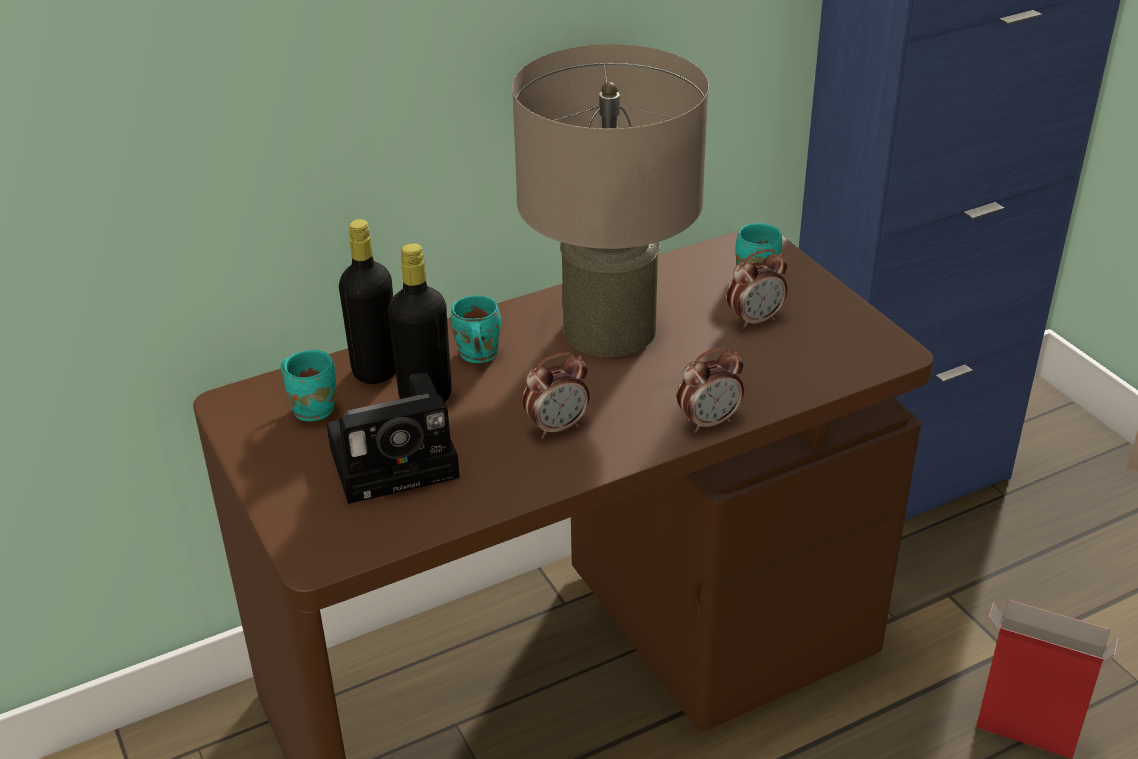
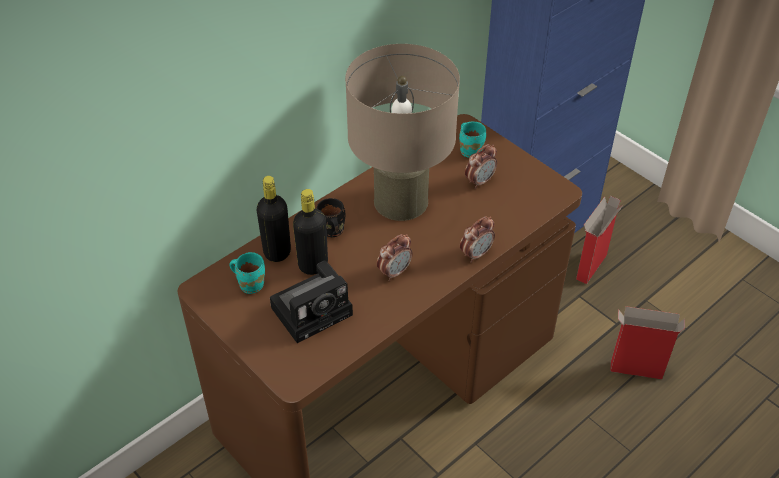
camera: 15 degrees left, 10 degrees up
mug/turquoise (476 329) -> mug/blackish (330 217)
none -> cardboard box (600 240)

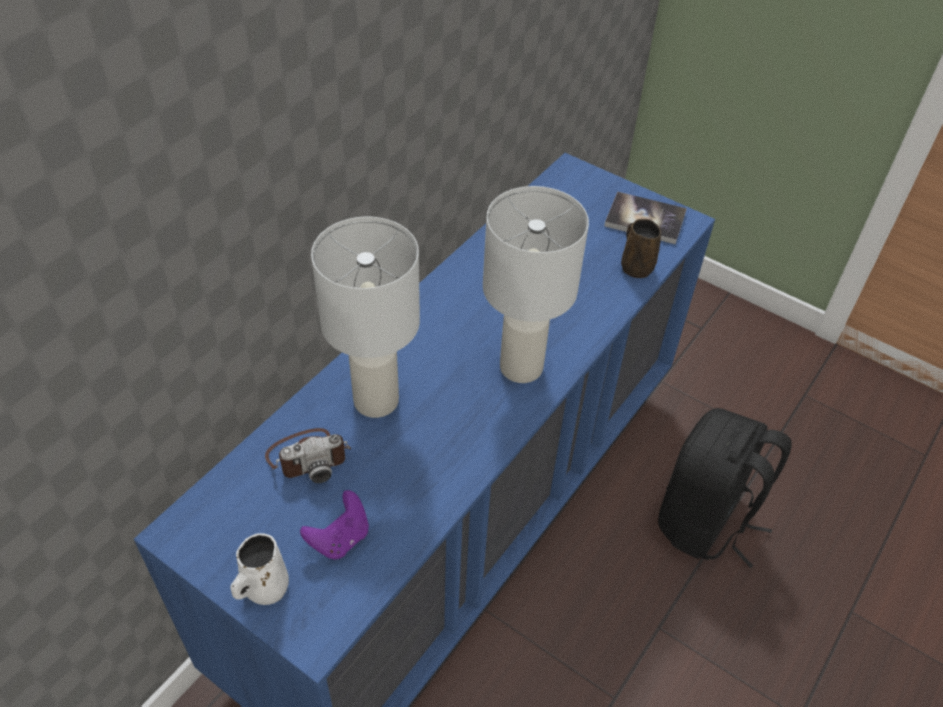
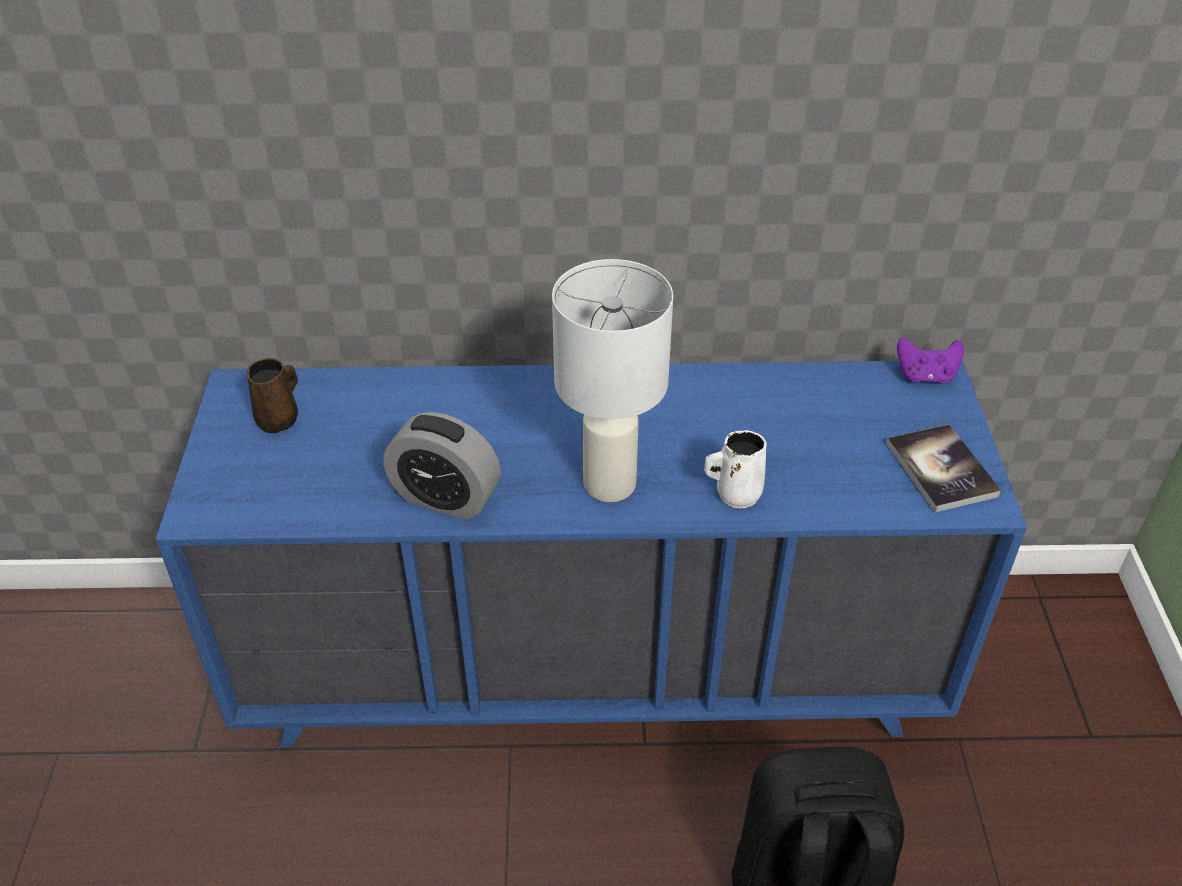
camera: 55 degrees right, 5 degrees down
mug/whitish (259 569) -> mug/whitish (735 469), relocated
still camera (308 455) -> none
game controller/purple (334 525) -> game controller/purple (930 360), relocated
tabletop lamp/whitish (365 317) -> none
mug/brown-coloured (641 248) -> mug/brown-coloured (272 395), relocated
none -> table clock (442 466)

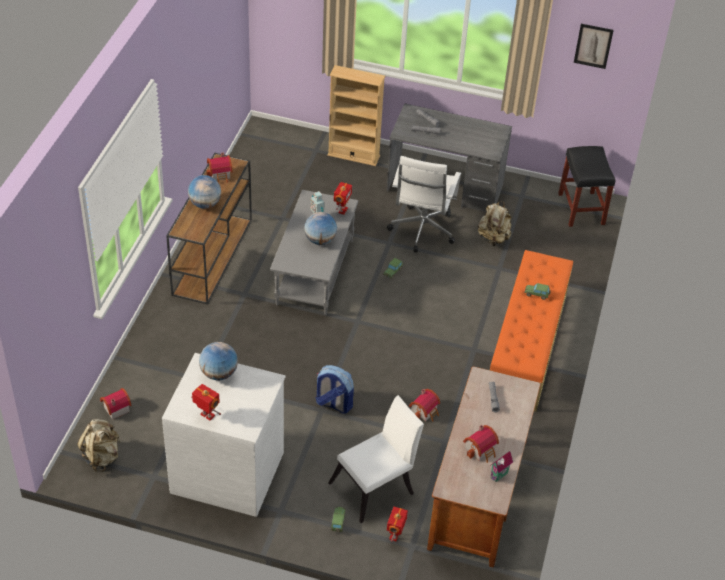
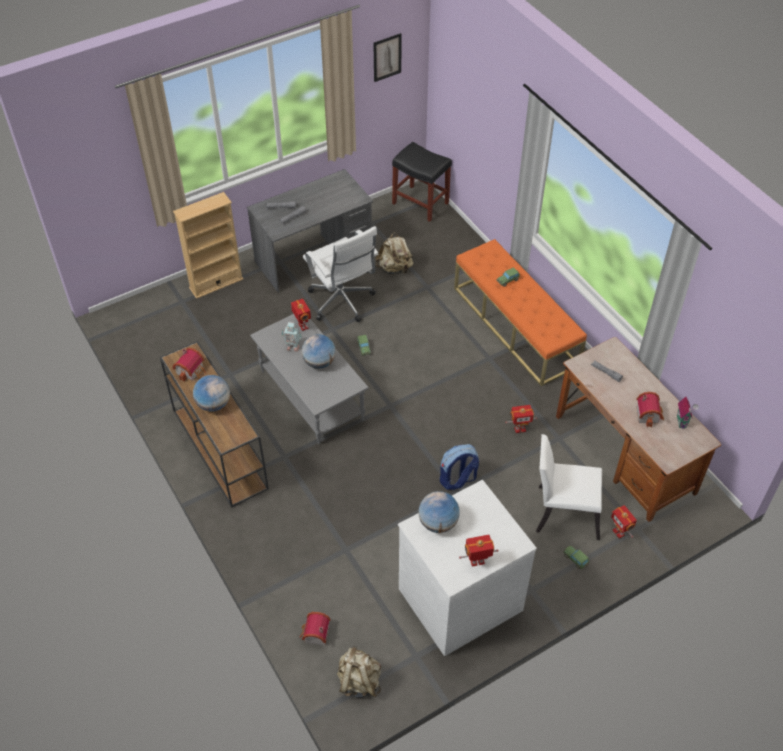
camera: 45 degrees left, 5 degrees up
plain chair/whitish (376 459) -> plain chair/whitish (569 487), 90 degrees counterclockwise
miniature house (424 405) -> robot figure (521 419)

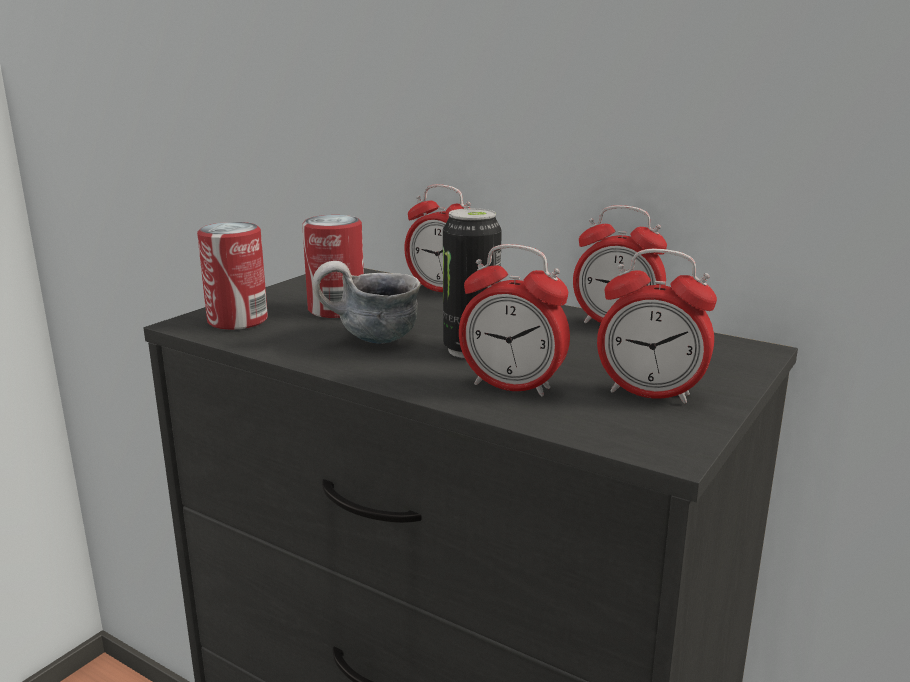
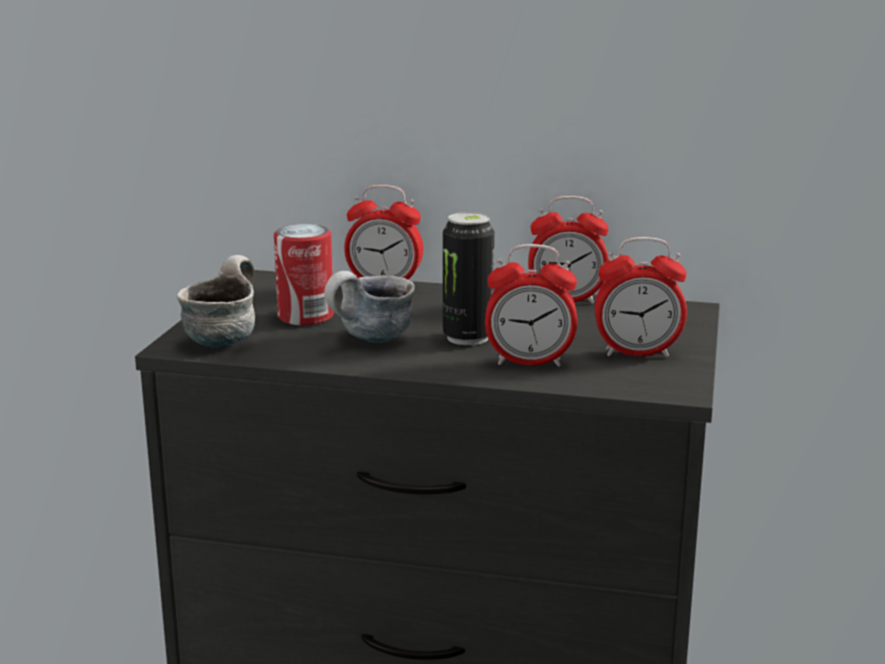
camera: 20 degrees left, 0 degrees up
can (232 276) -> mug (216 301)

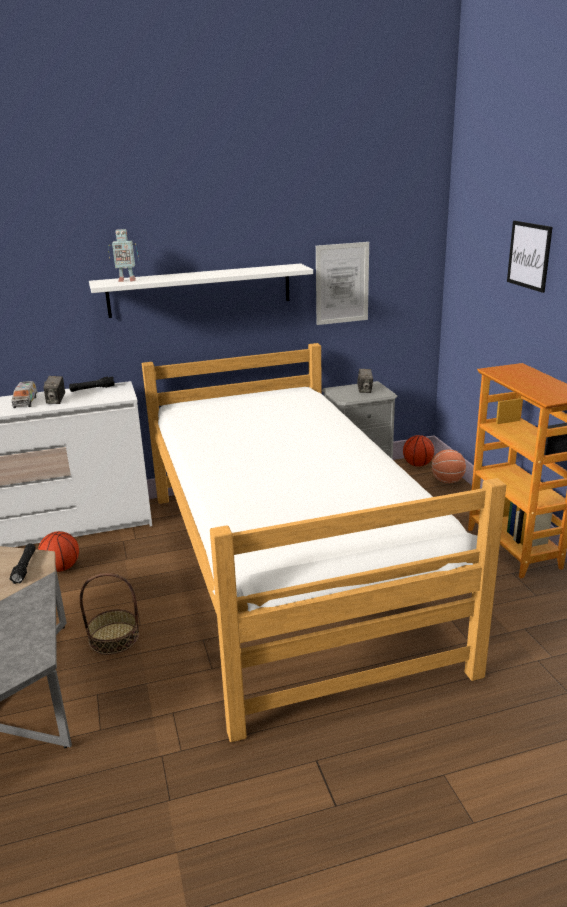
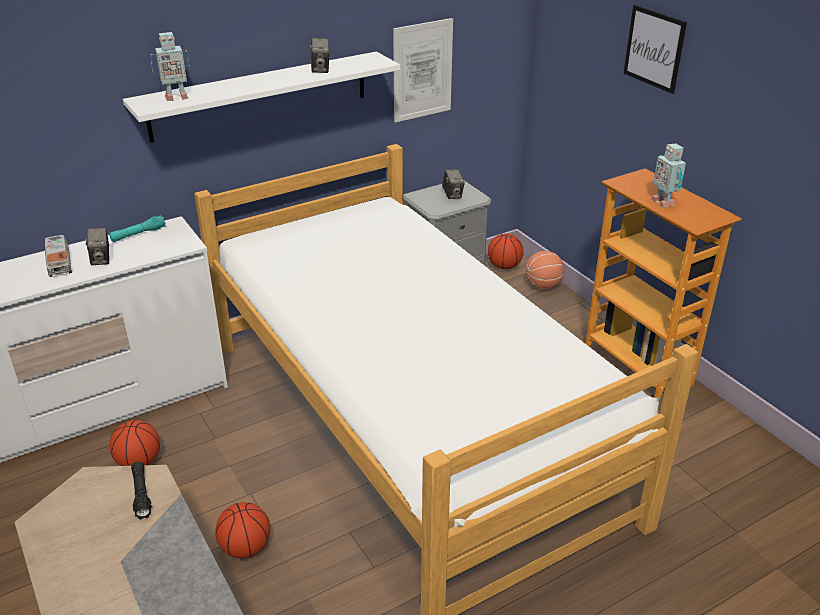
camera: 15 degrees left, 10 degrees up
hand torch/blackish (92 384) -> hand torch/turquoise (137 228)
basket (109 614) -> ball for basketball (242 530)
none -> still camera (319 55)
none -> robot figure (668 175)

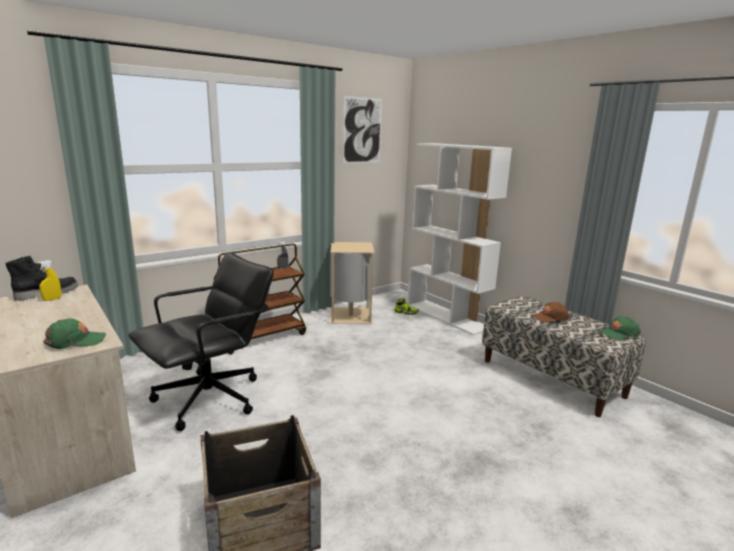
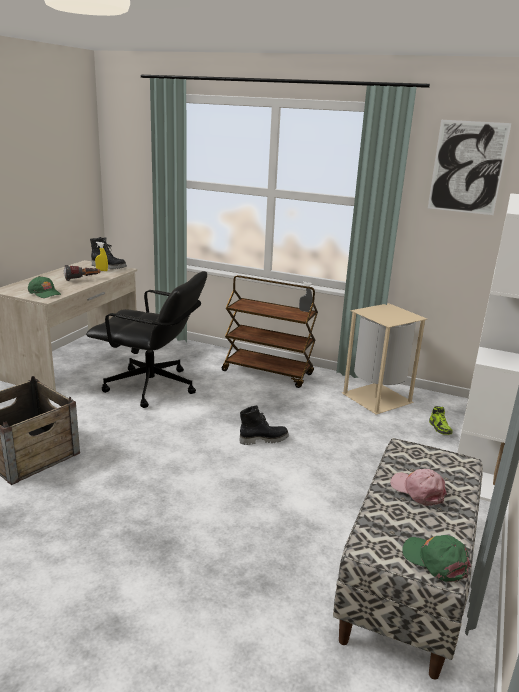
camera: 60 degrees right, 5 degrees up
peaked cap/brown-coloured (551 312) -> peaked cap/pinkish (418 487)
none -> hand torch (82 273)
none -> high-top boot/blackish (264 425)

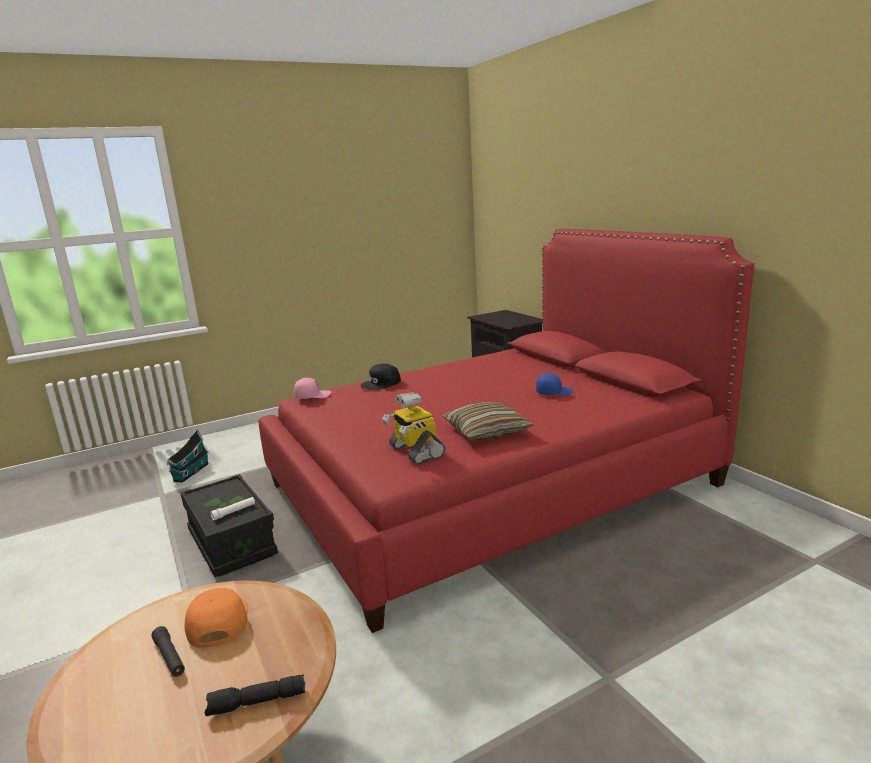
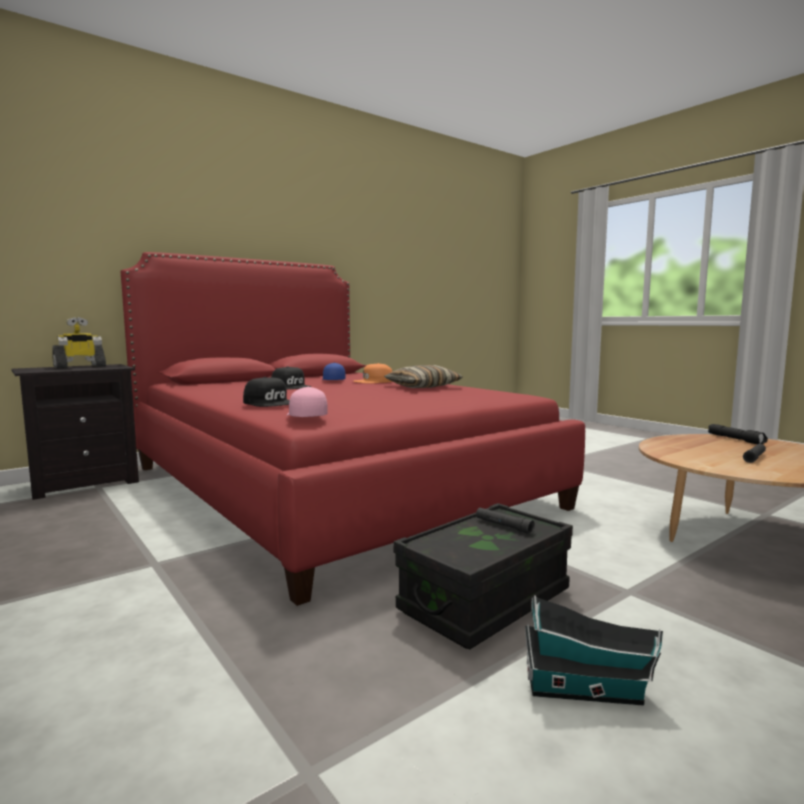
camera: 100 degrees left, 10 degrees down
miniature house (188 456) -> miniature house (594 650), relocated
peaked cap/orange (216 618) -> peaked cap/orange (373 373), relocated
hand torch/whitish (232 508) -> hand torch/blackish (505 521)
robot figure (413 428) -> robot figure (79 342), relocated
none -> peaked cap/blackish (291 377)

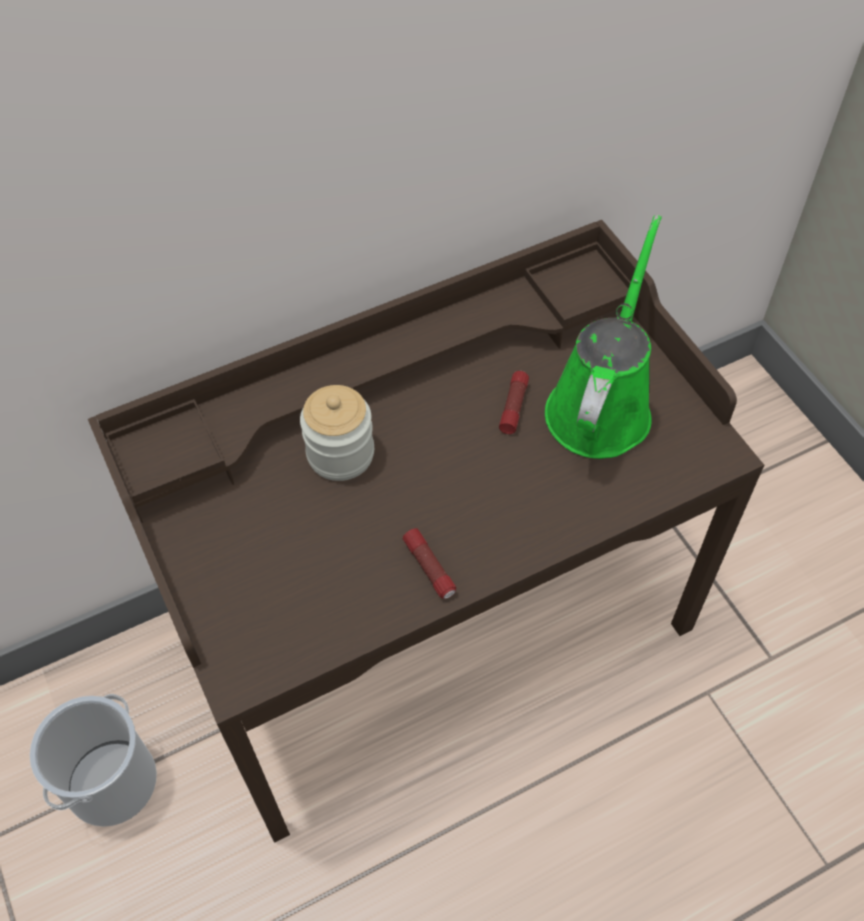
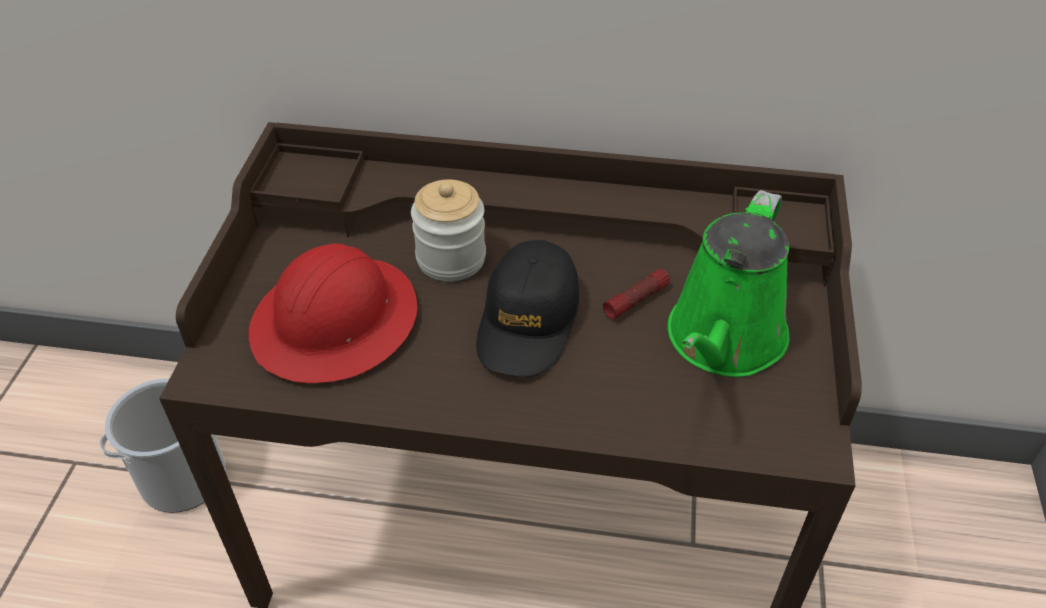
camera: 35 degrees right, 10 degrees down
hand torch (429 563) -> none
sprinkling can/greenish (603 337) -> sprinkling can/greenish (728 283), 150 degrees clockwise
none -> hard hat/red (333 313)
none -> peaked cap/blackish (527 308)

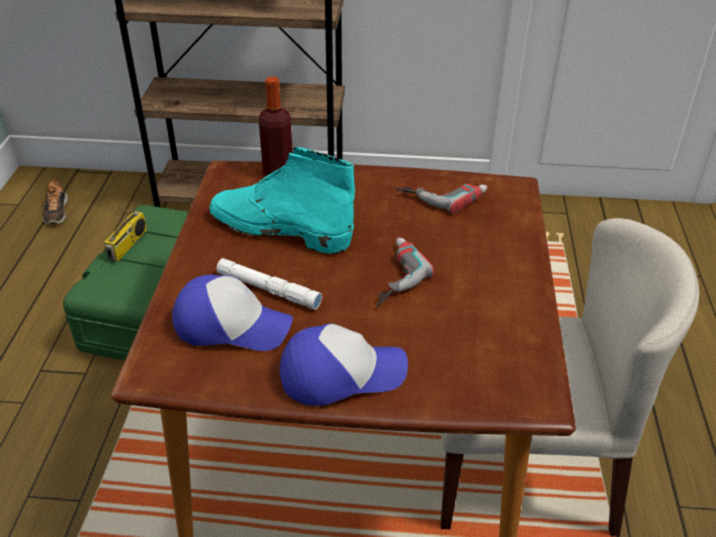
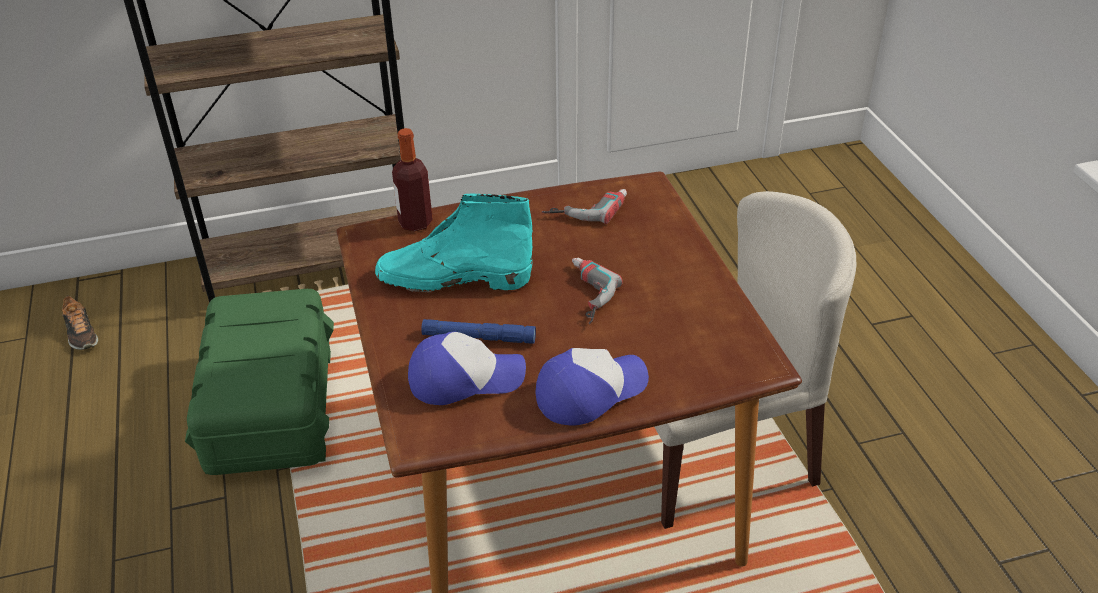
camera: 20 degrees left, 0 degrees up
radio receiver (125 235) -> none
hand torch/whitish (269 284) -> hand torch/bluish (478 331)

